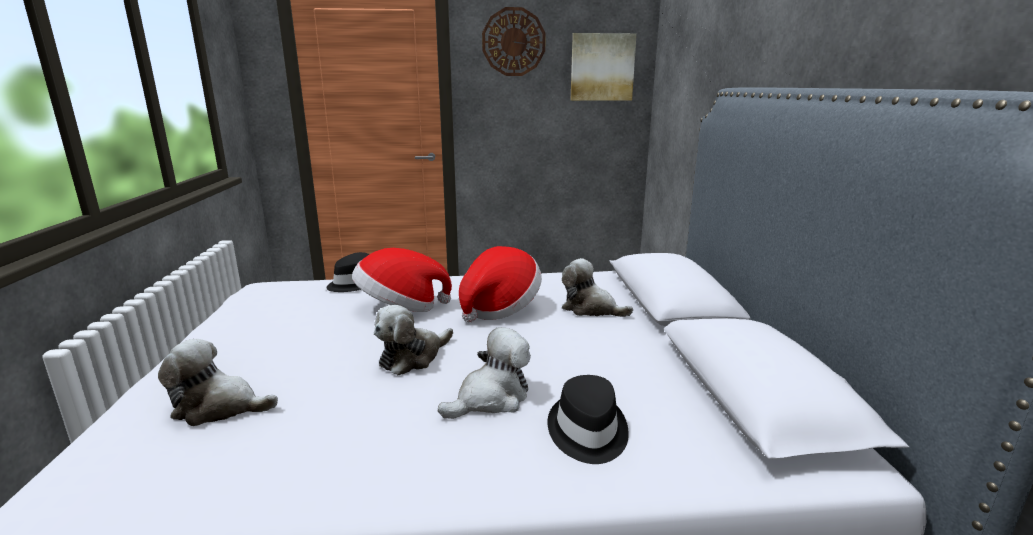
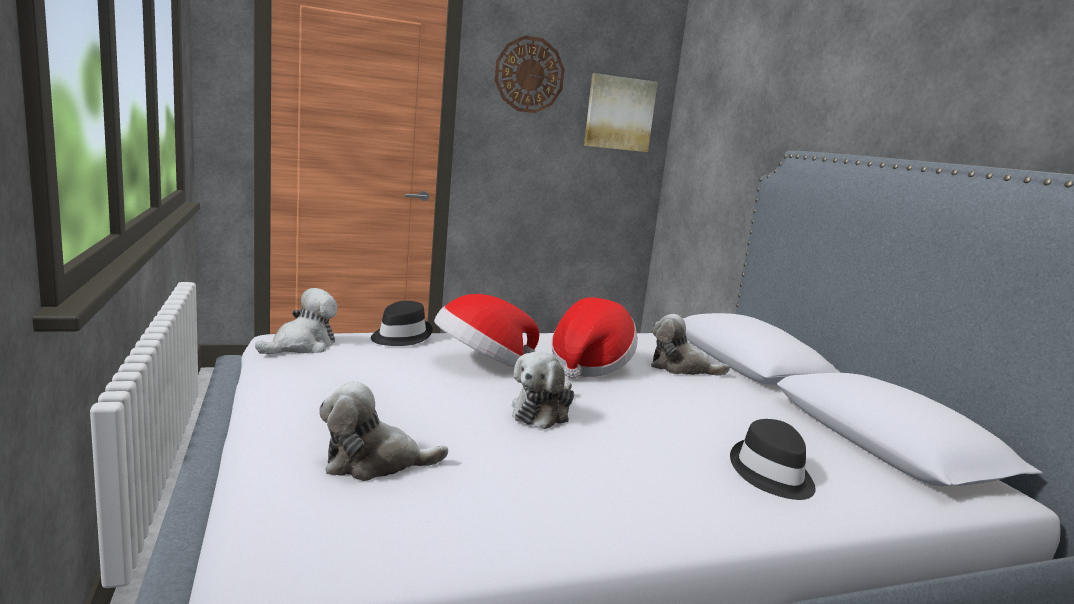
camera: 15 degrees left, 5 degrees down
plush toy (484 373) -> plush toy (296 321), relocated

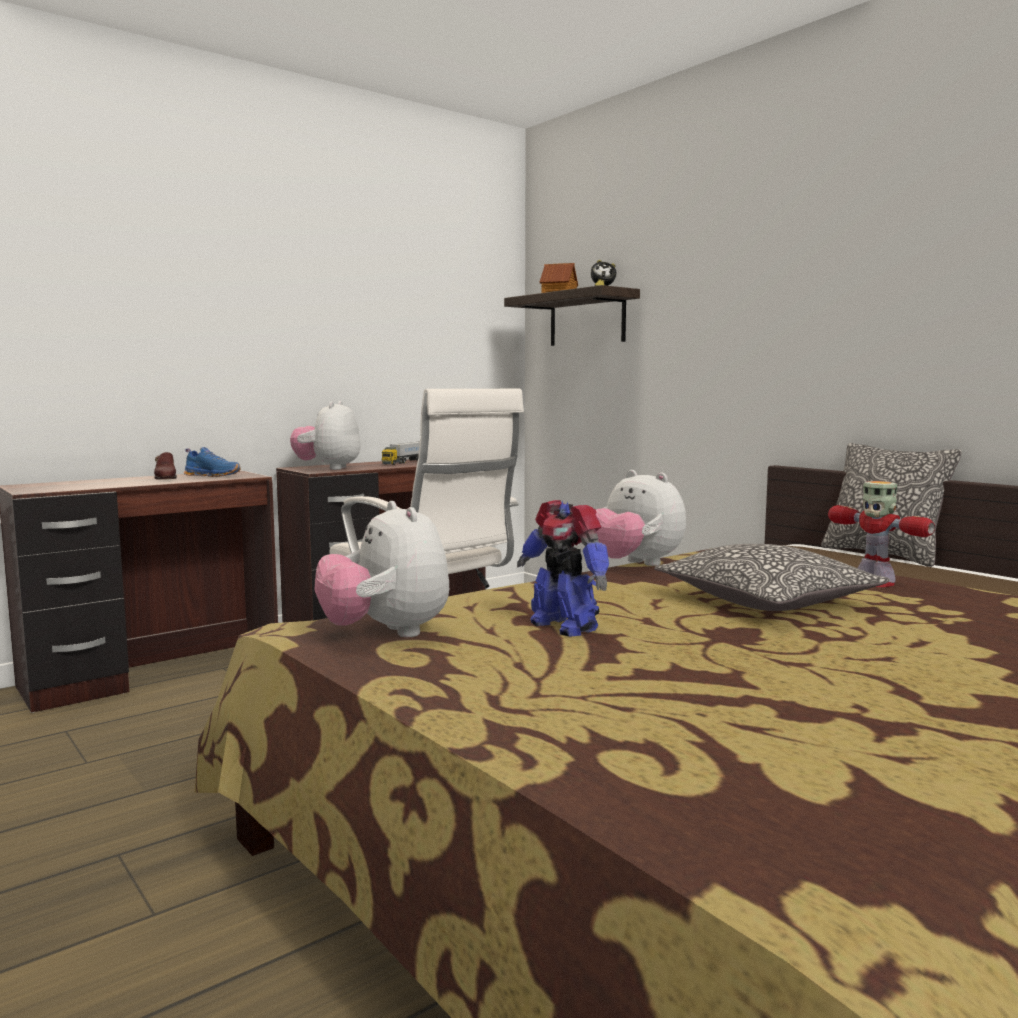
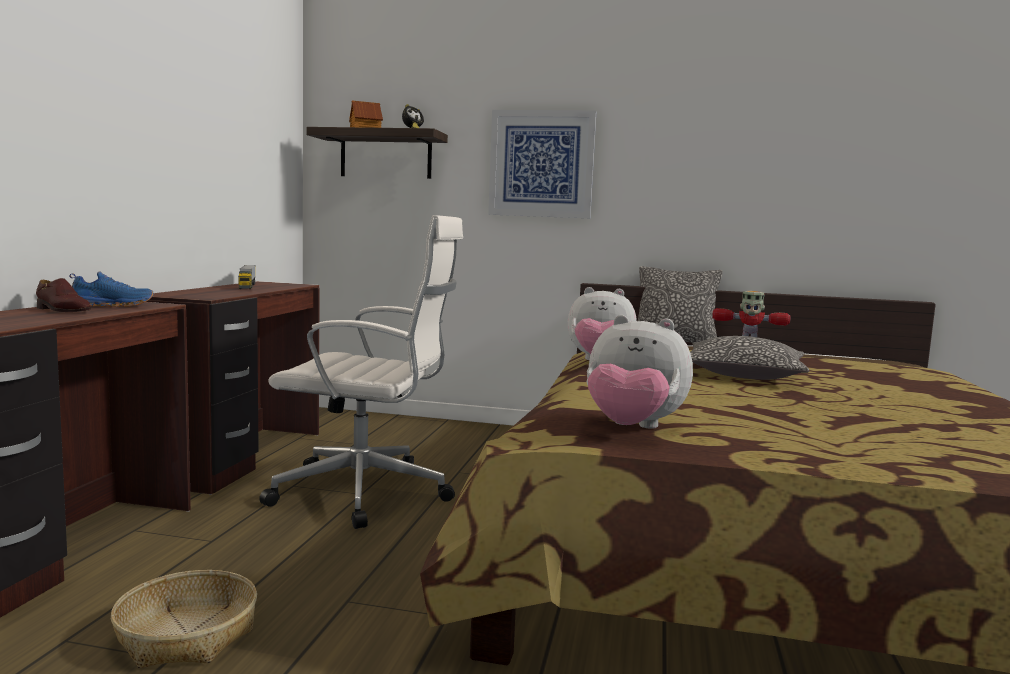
camera: 40 degrees left, 0 degrees up
plush toy (325 435) -> none
robot figure (563 568) -> none
none -> basket (184 619)
none -> picture (542 164)

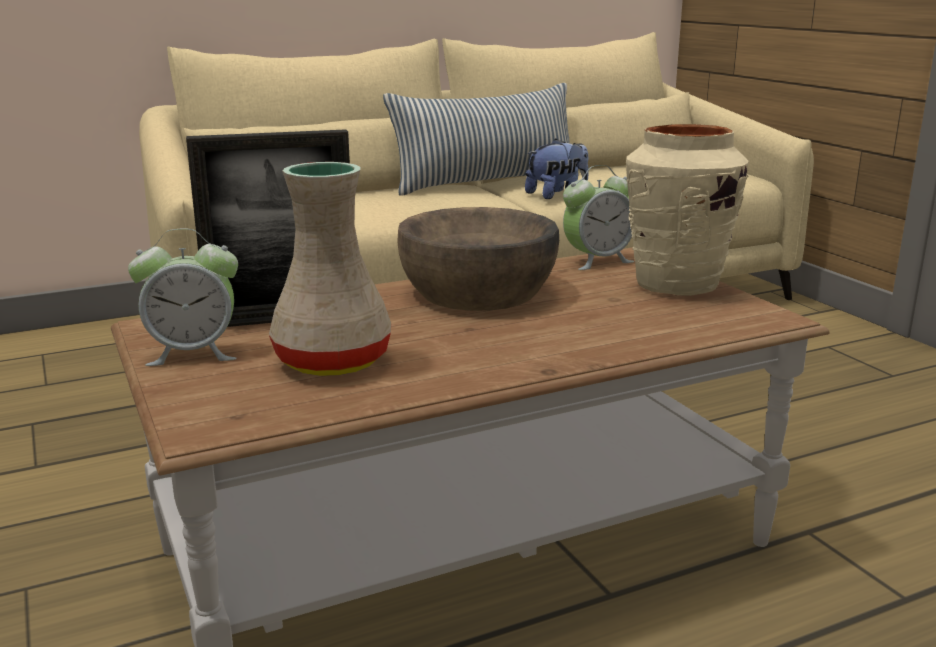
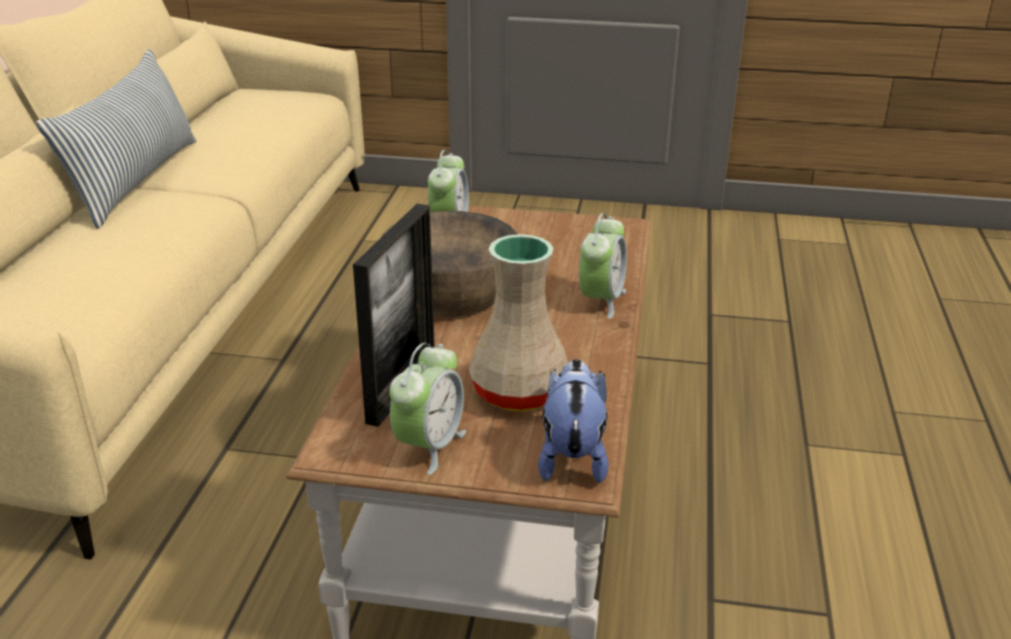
camera: 55 degrees left, 10 degrees up
plush toy (557 169) -> plush toy (573 421), relocated
flower vase/sand-coloured (687 210) -> none
none -> table clock (603 266)

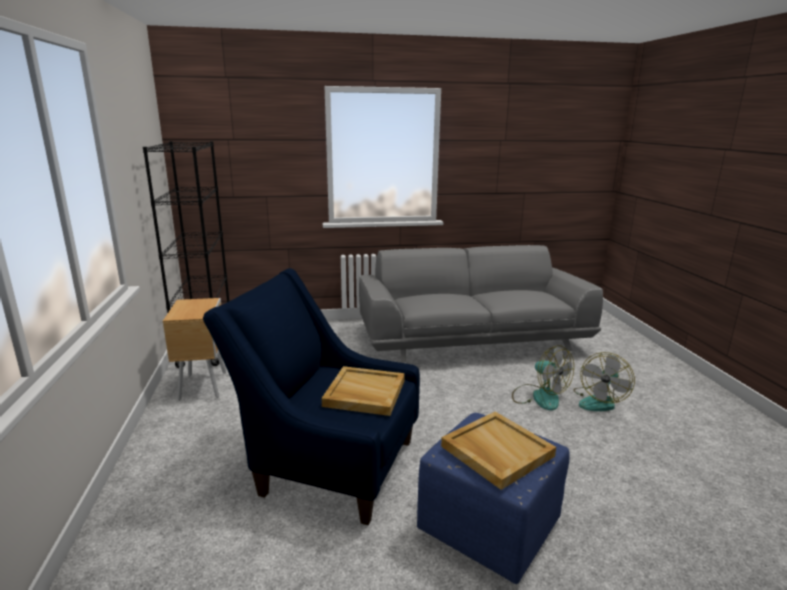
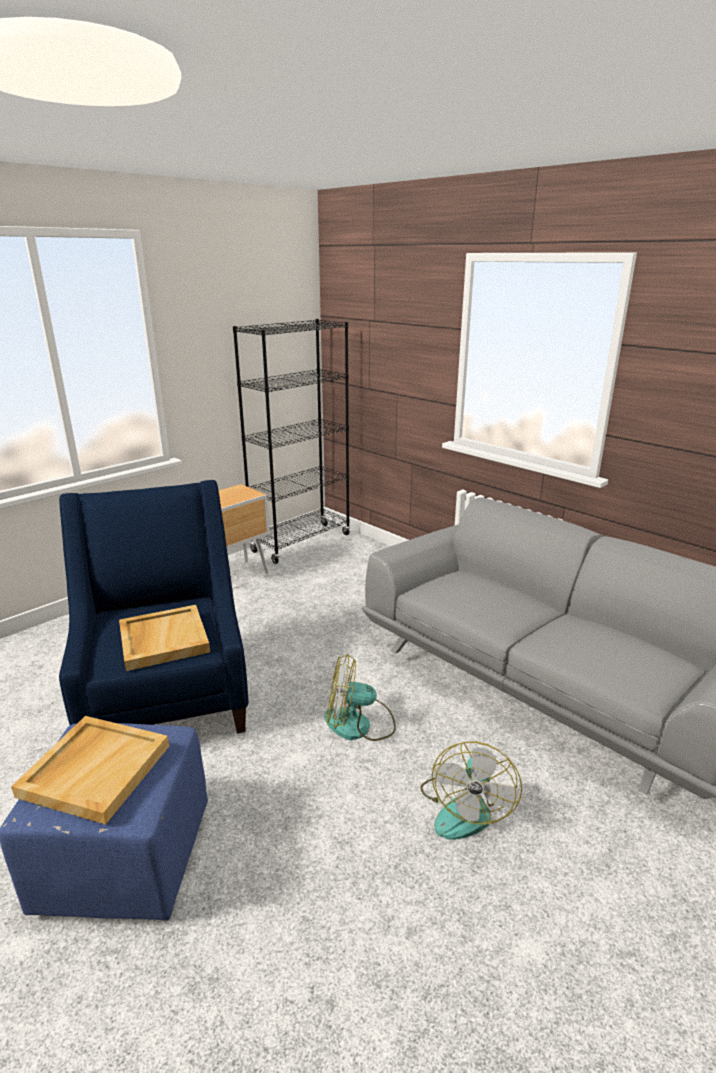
camera: 55 degrees right, 5 degrees up
electric fan (604 381) -> electric fan (360 697), relocated

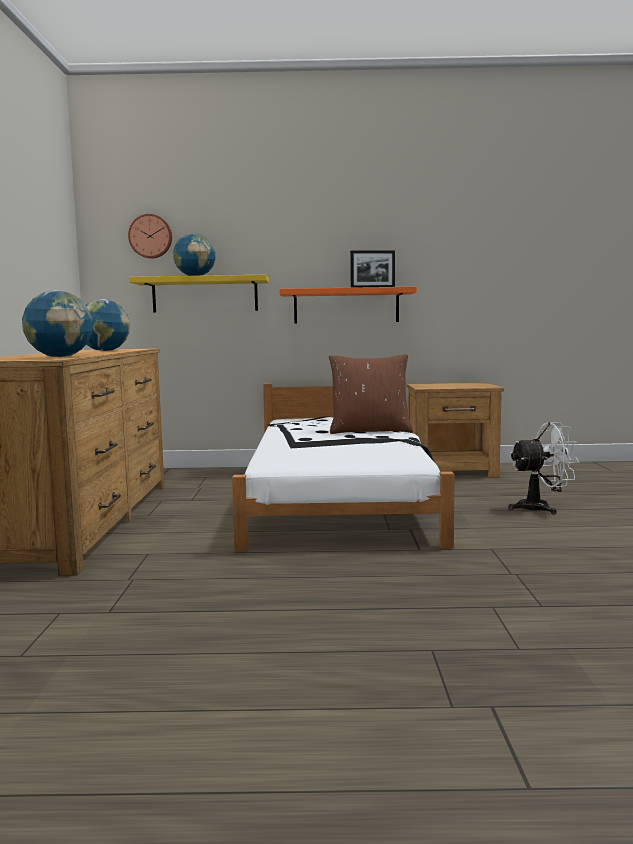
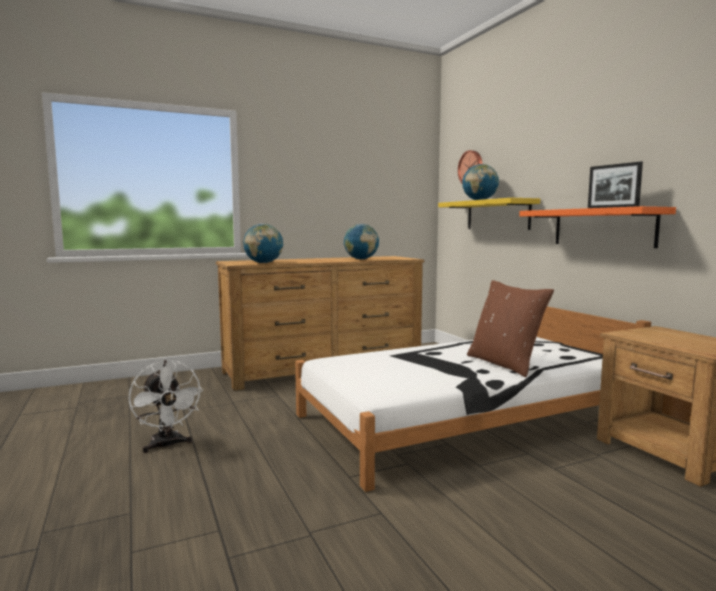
camera: 65 degrees right, 0 degrees up
electric fan/whitish (543 468) -> electric fan/whitish (165 406), relocated

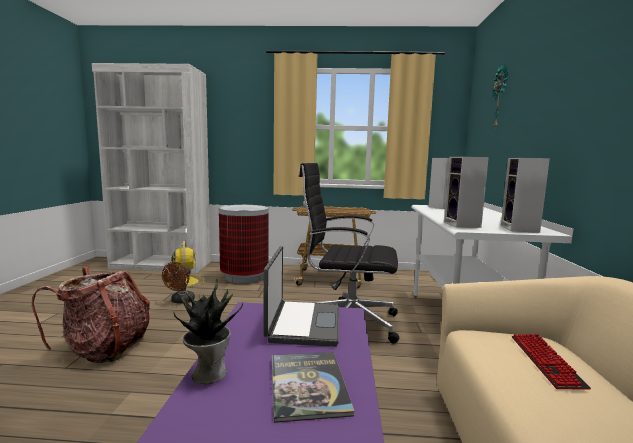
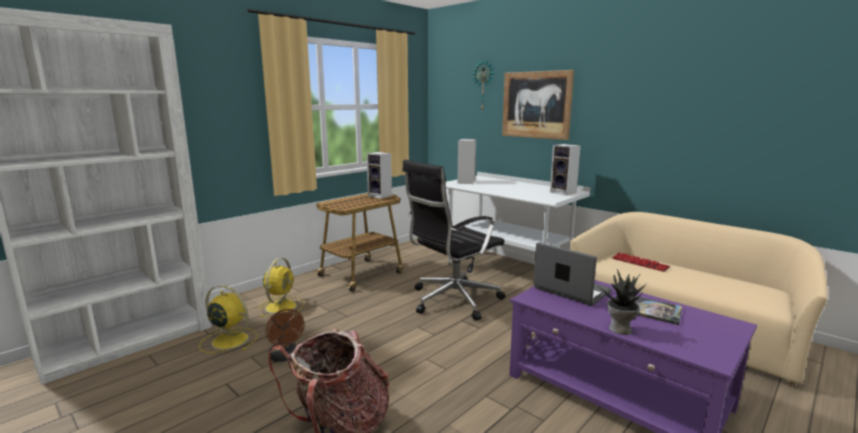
camera: 50 degrees left, 5 degrees up
rubbish bin (244 244) -> electric fan/yellow-coloured (282 287)
audio speaker (466 192) -> audio speaker (379 175), relocated
none -> picture (538 105)

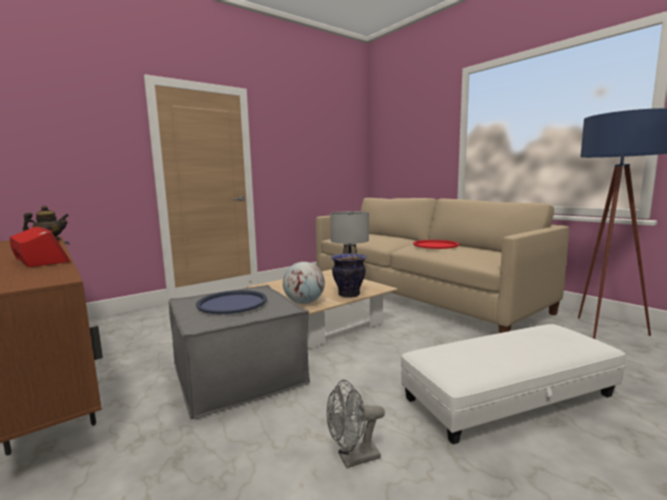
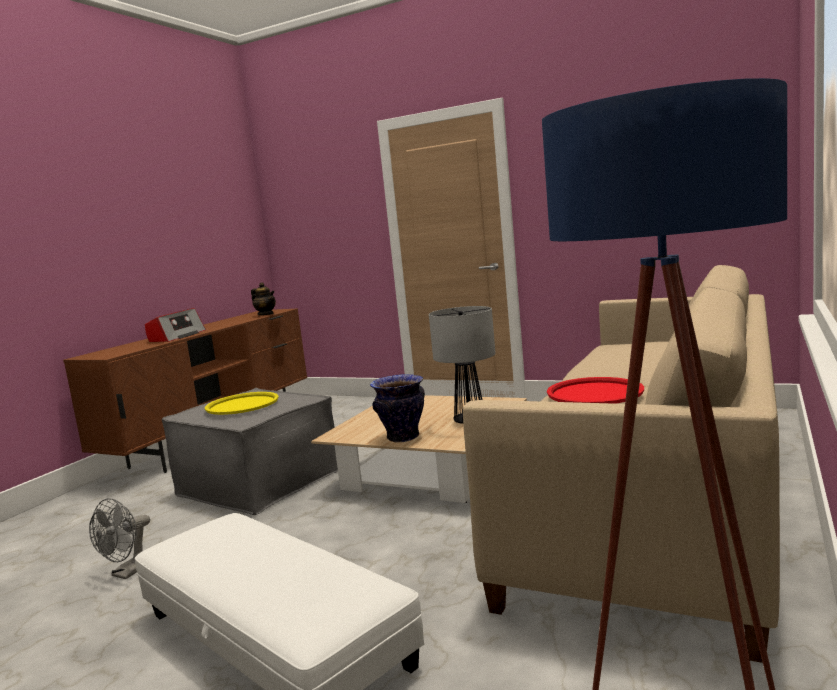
camera: 65 degrees right, 0 degrees up
carrying tray/bluish (231 302) -> carrying tray/yellow-coloured (242 403)
globe (304 283) -> none
electric fan/gray (356 424) -> electric fan/gray (119 538), 105 degrees counterclockwise

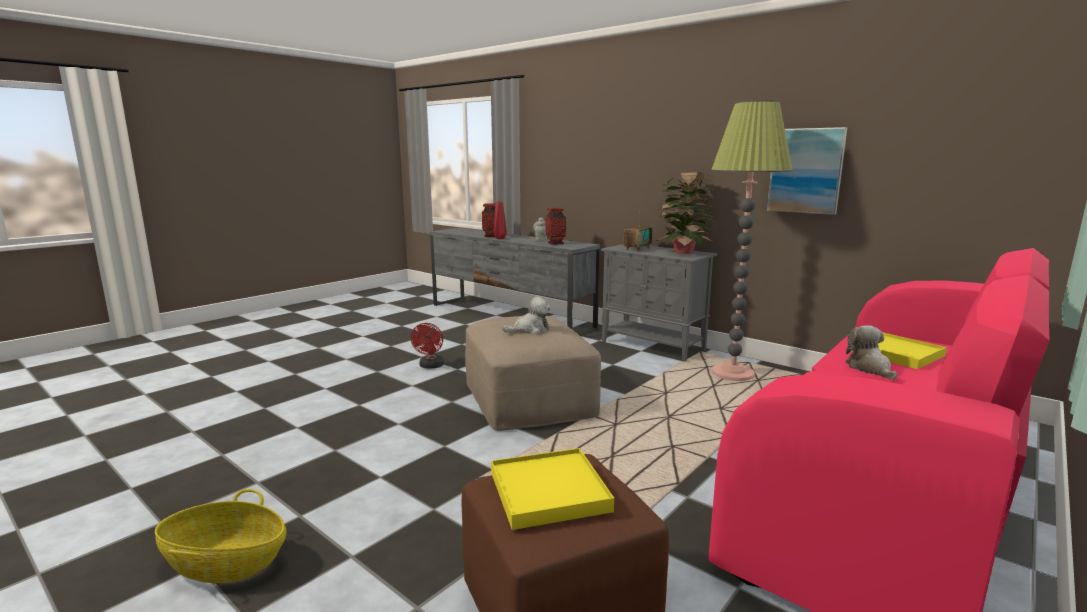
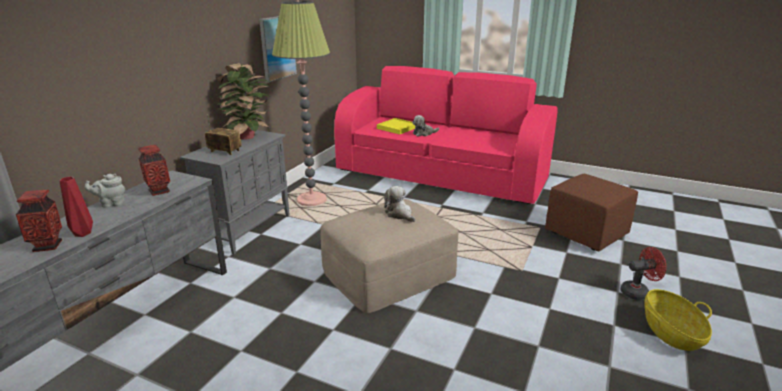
camera: 105 degrees left, 10 degrees up
electric fan/red (427 346) -> electric fan/red (643 273), relocated
carrying tray/yellow-coloured (552 489) -> none

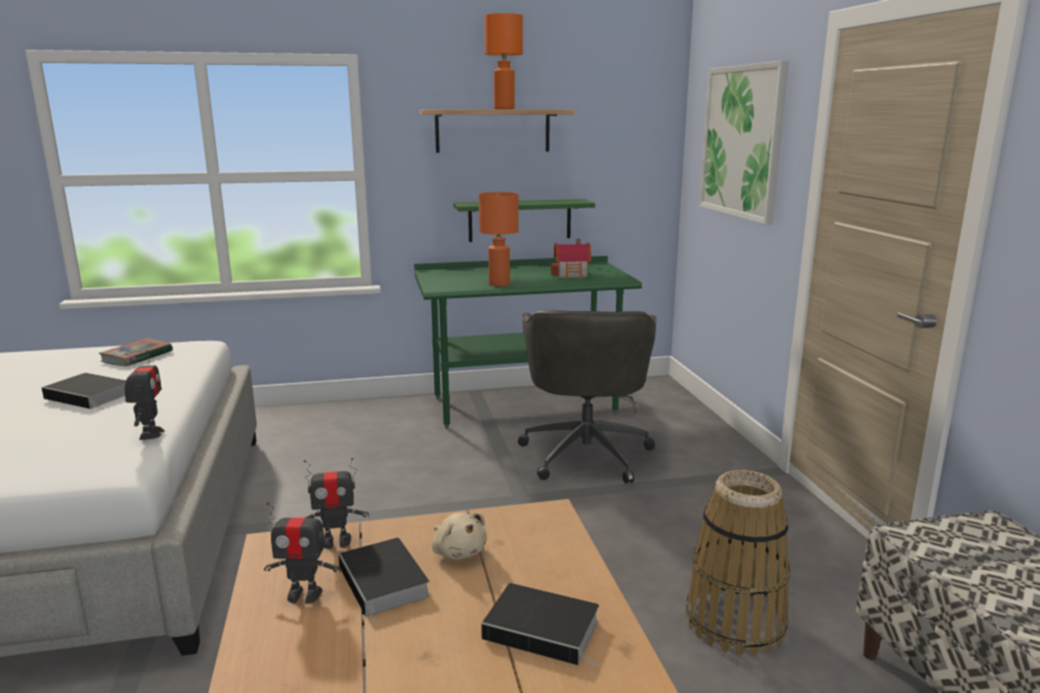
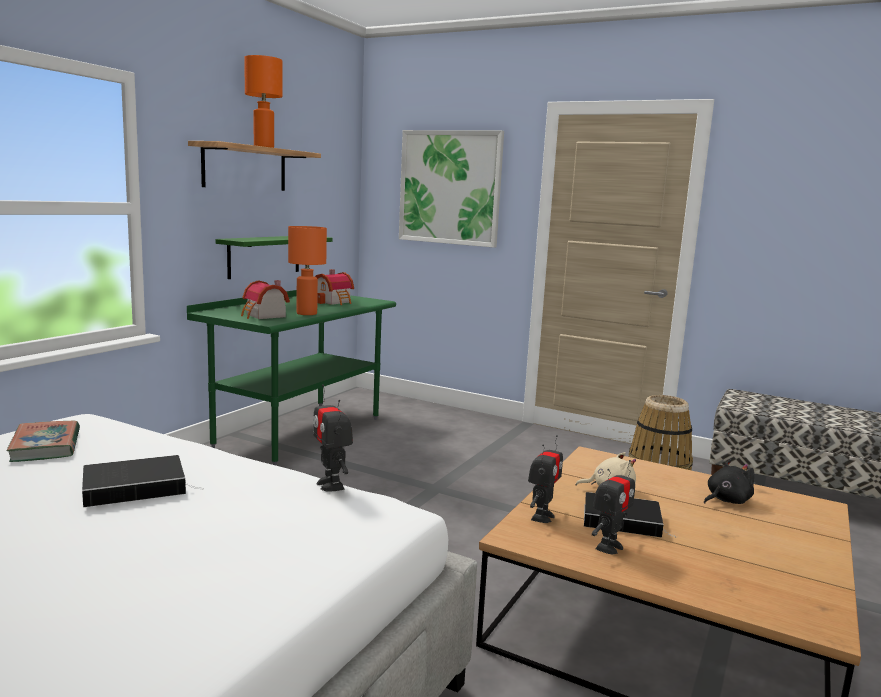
camera: 50 degrees left, 5 degrees down
robot figure (145 395) -> robot figure (333 438), 150 degrees counterclockwise
book (541 625) -> plush toy/blackish (729 481)
office chair/gray (587 396) -> none
none -> miniature house (265 299)

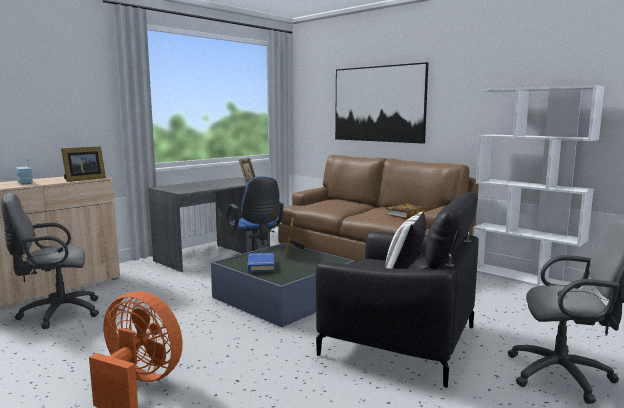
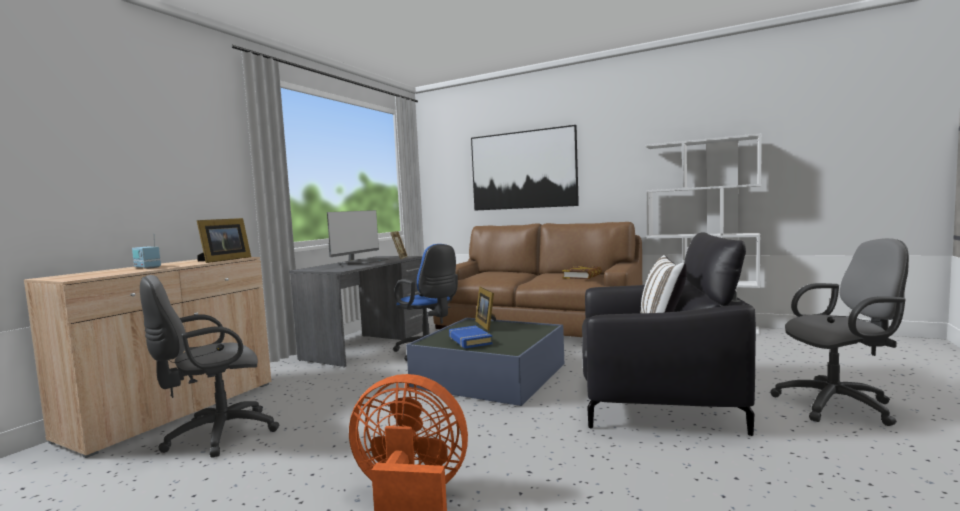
camera: 15 degrees left, 5 degrees down
none -> monitor (358 237)

